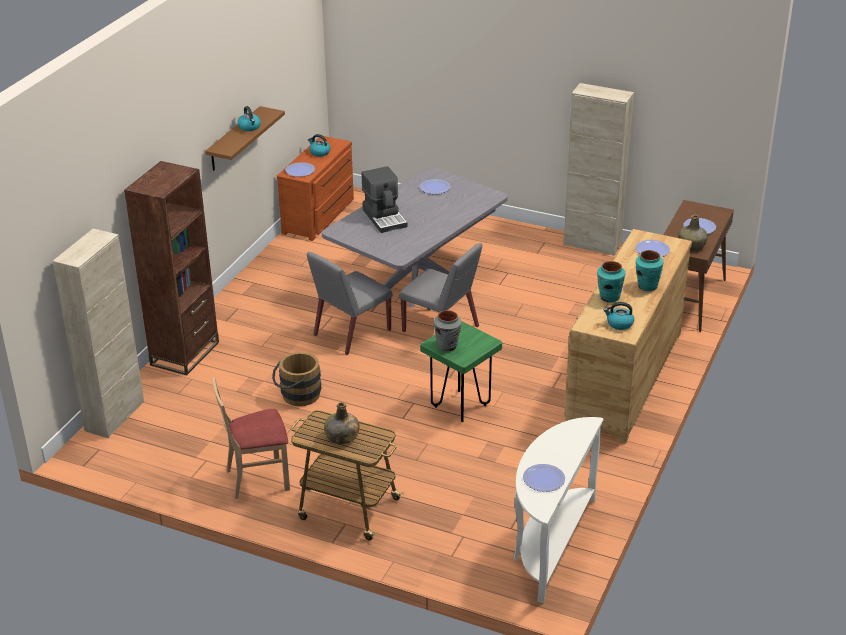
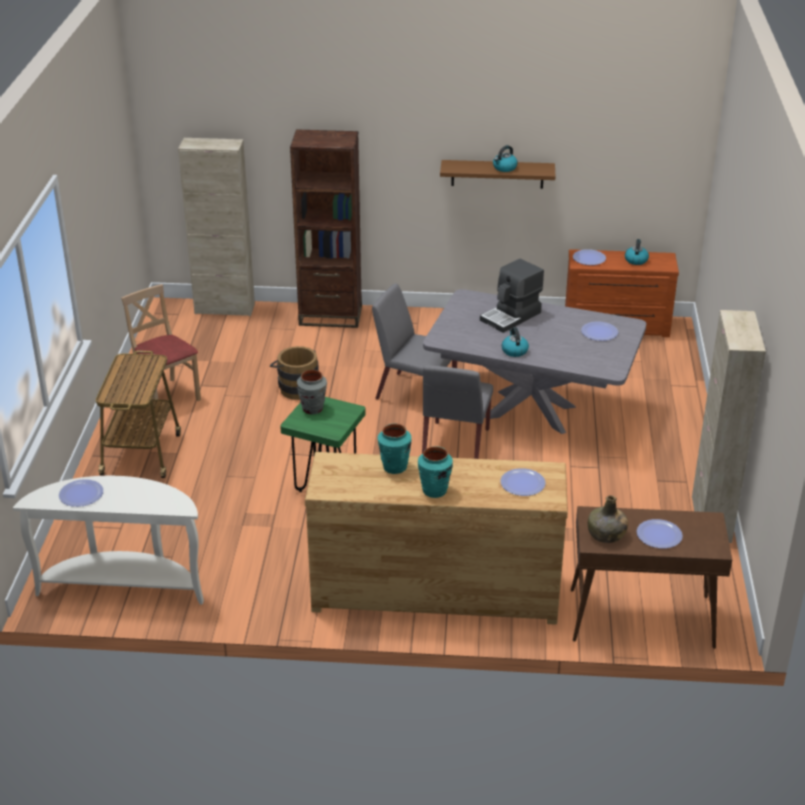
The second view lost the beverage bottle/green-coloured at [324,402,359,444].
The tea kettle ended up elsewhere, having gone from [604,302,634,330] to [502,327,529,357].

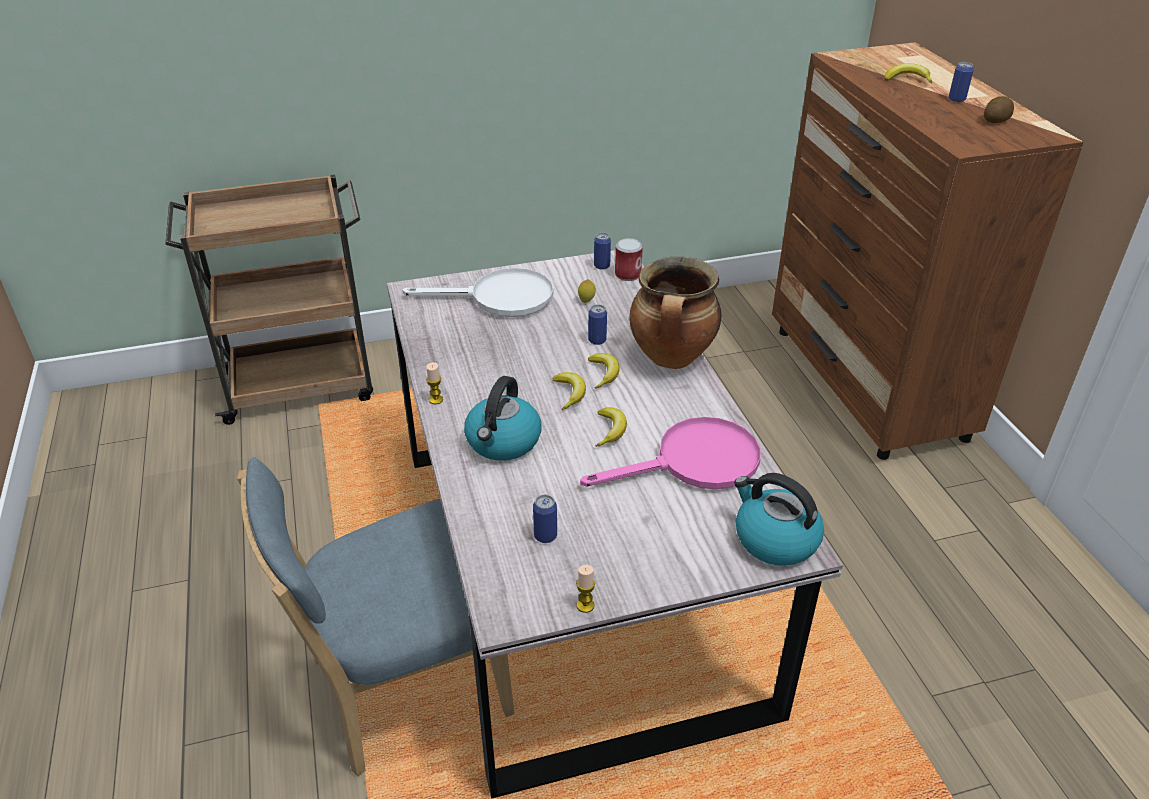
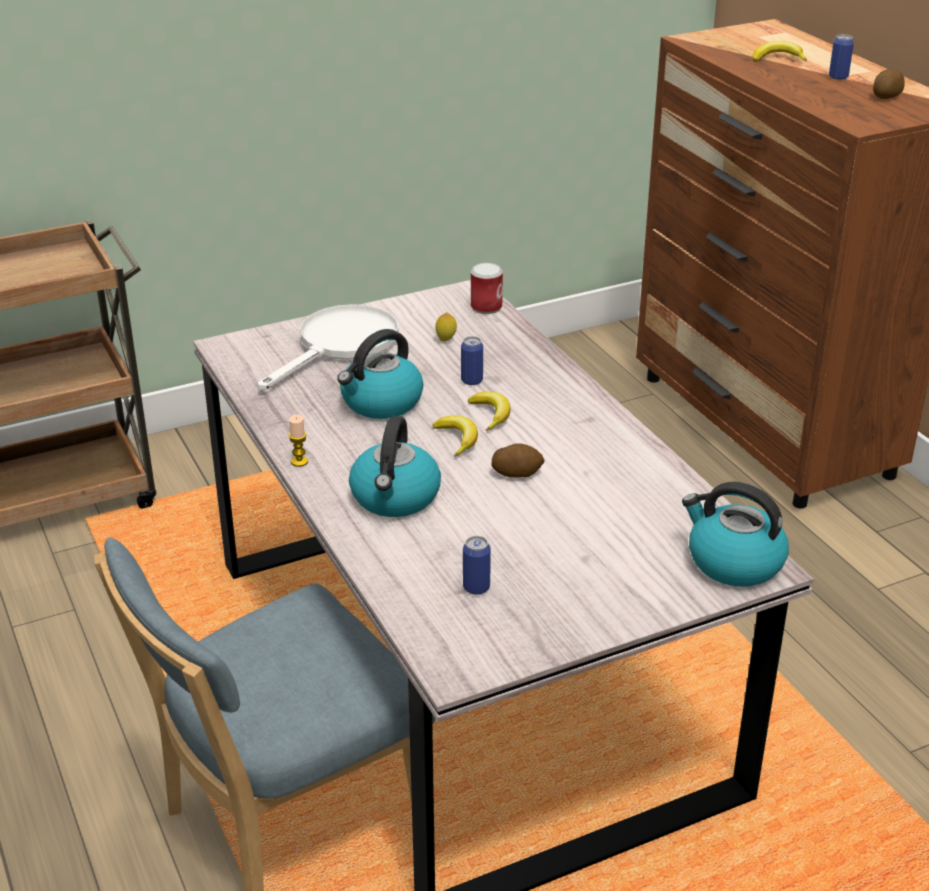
The frying pan/white-coloured at [402,268,554,317] ended up facing another way, 45 degrees counterclockwise from before.
The second view lost the wax candle at [576,565,595,613].
The second view lost the frying pan/pinkish at [580,417,761,489].
The second view lost the can at [594,233,611,270].
Where the banana stood at [596,407,627,447], the whole potato came to stand at [491,443,545,478].
The second view lost the cooking pot at [629,256,721,369].
The second view gained the tea kettle at [337,329,424,419].

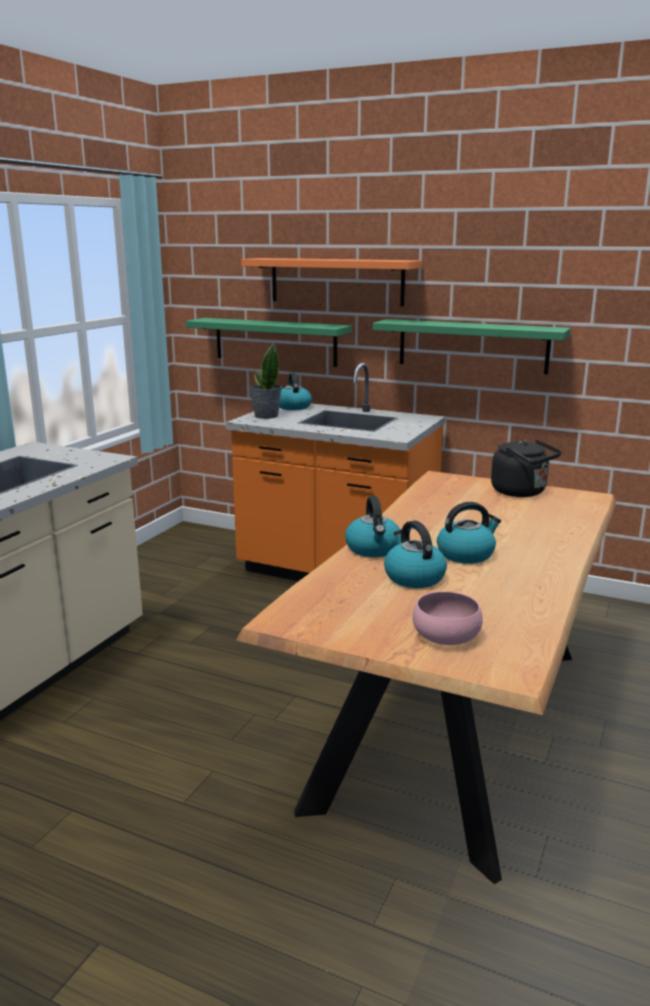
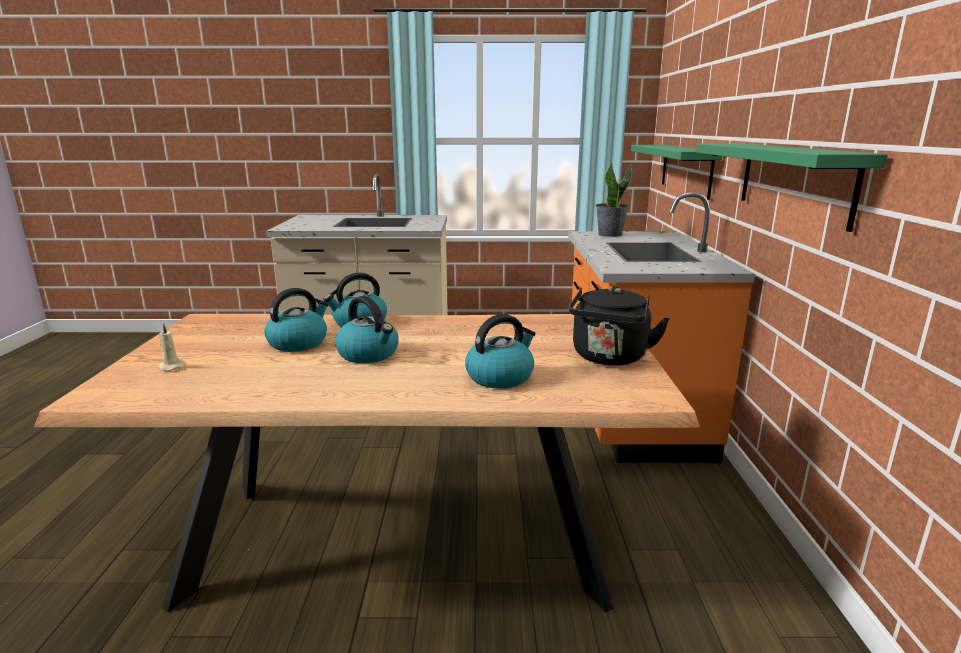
The second view lost the bracket shelf/orangey at [241,258,422,306].
The tea kettle ended up elsewhere, having gone from [279,373,312,410] to [465,314,536,389].
Where the deep dish/pinkish stood at [412,591,483,645], the wax candle/sand-coloured came to stand at [158,323,186,371].

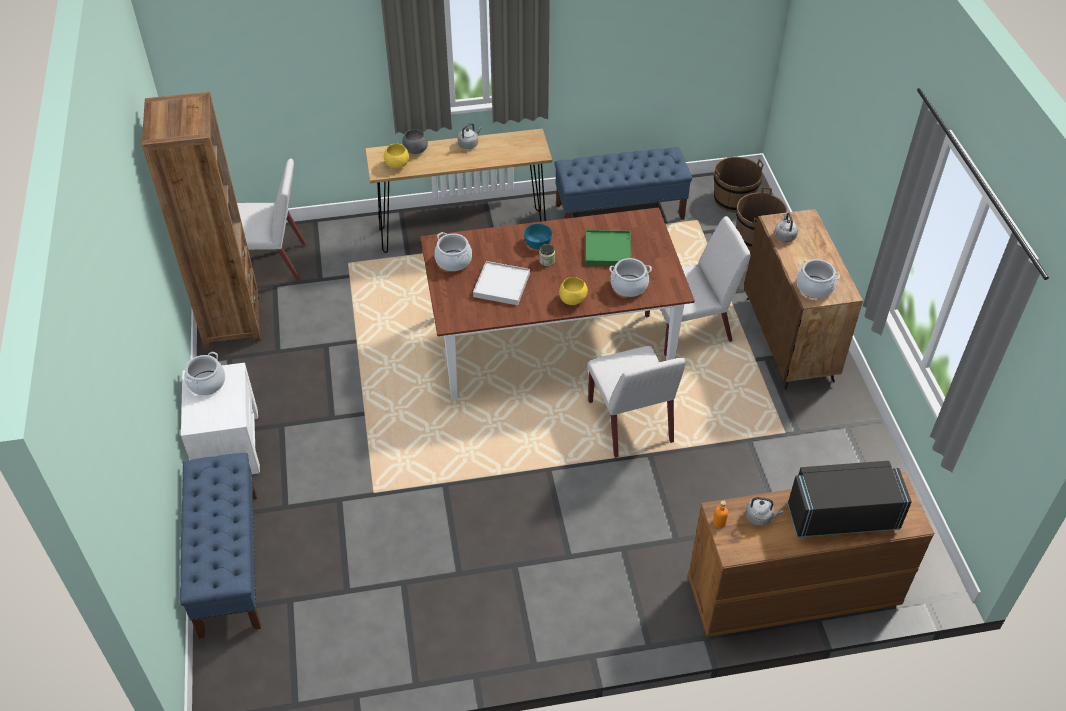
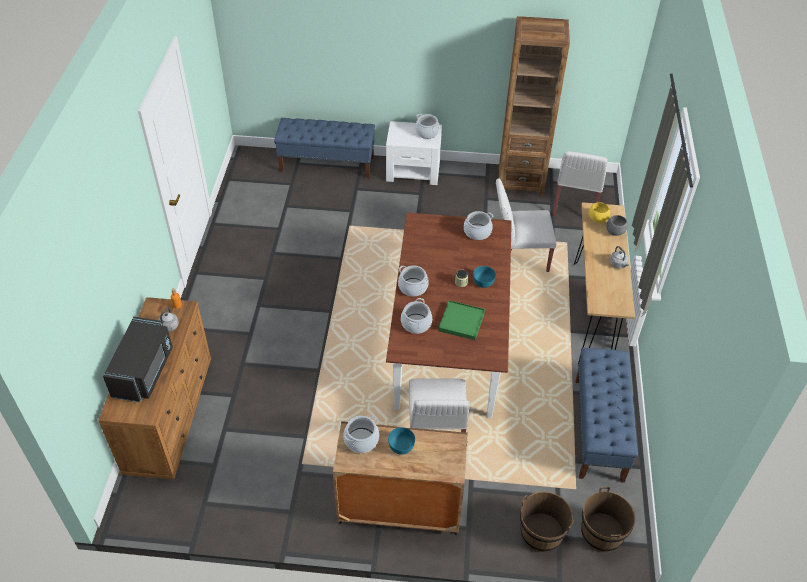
The second view lost the tray/white-coloured at [473,261,530,305].
Where the deep dish/yellowish stood at [559,277,588,305], the cooking pot came to stand at [398,265,429,297].
The plain chair/white-coloured ended up elsewhere, having gone from [587,346,686,458] to [496,178,556,272].
The second view lost the tea kettle/gray at [774,212,798,242].
The second view gained the deep dish/turquoise-coloured at [388,427,415,455].

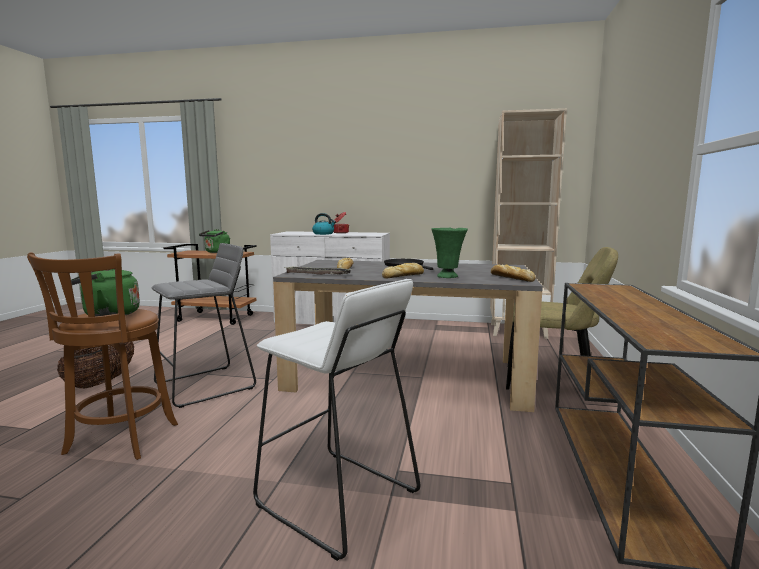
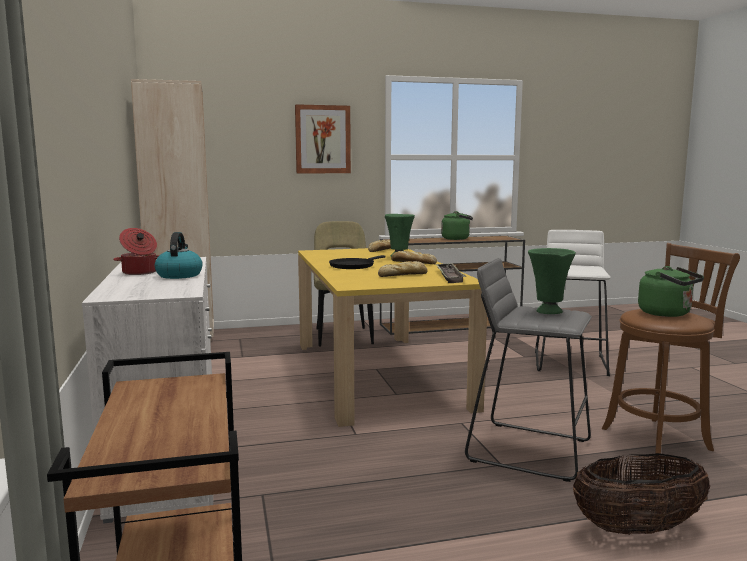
The tea kettle/green-coloured ended up elsewhere, having gone from [199,229,230,253] to [441,211,473,240].
What was the dinner table/gray at [273,260,543,412] turned into the dinner table/yellowish at [298,248,487,427].
The second view gained the picture at [295,104,351,173].
The second view gained the decorative vase/green-coloured at [528,248,576,314].

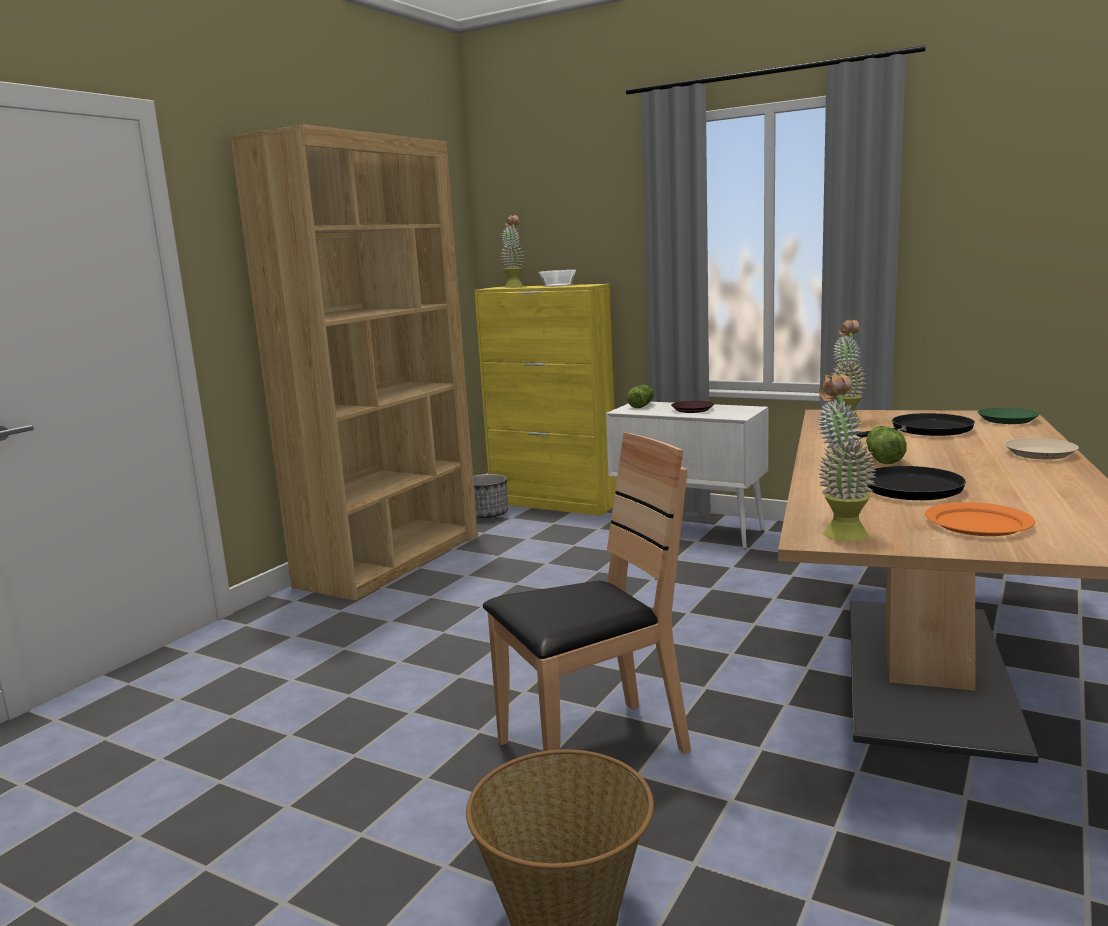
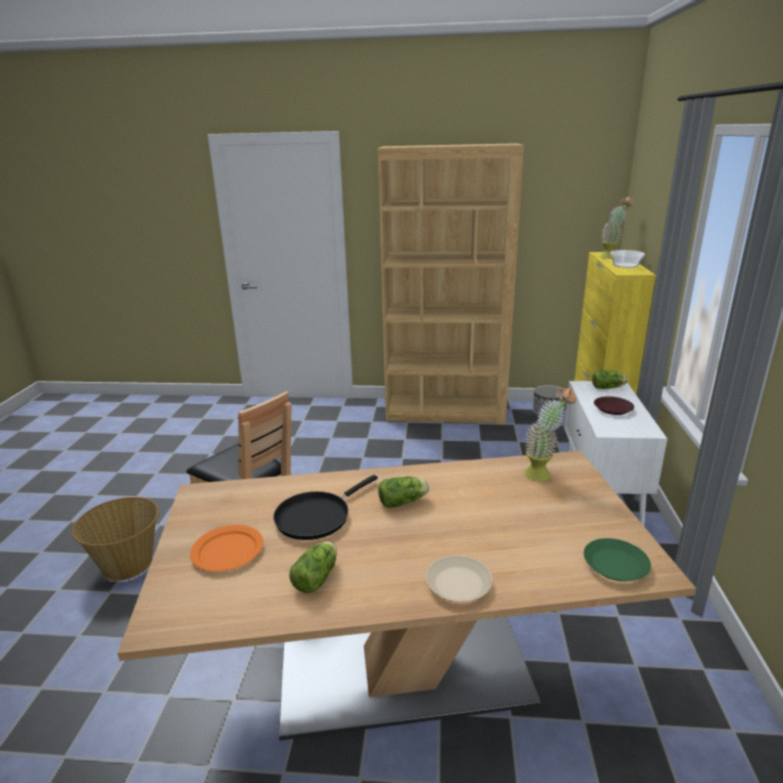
The second view lost the houseplant at [818,374,877,541].
The second view lost the frying pan/black-coloured at [856,413,975,438].
The second view gained the lettuce head at [289,541,337,593].

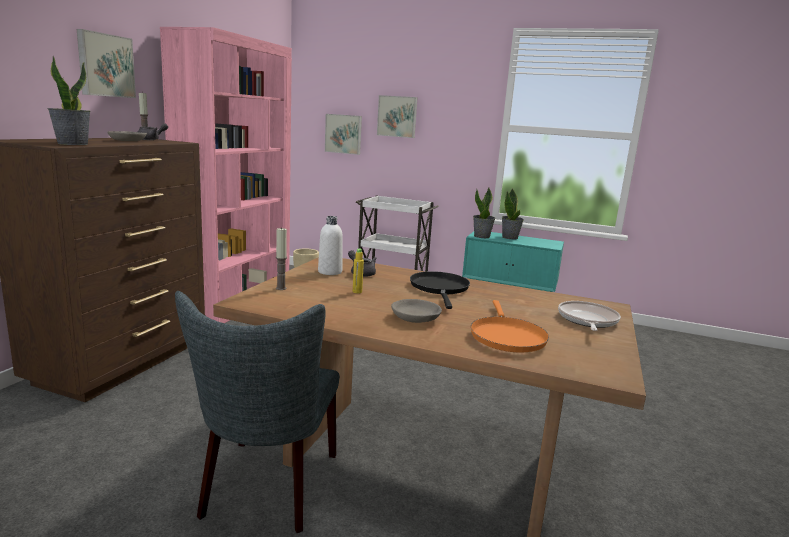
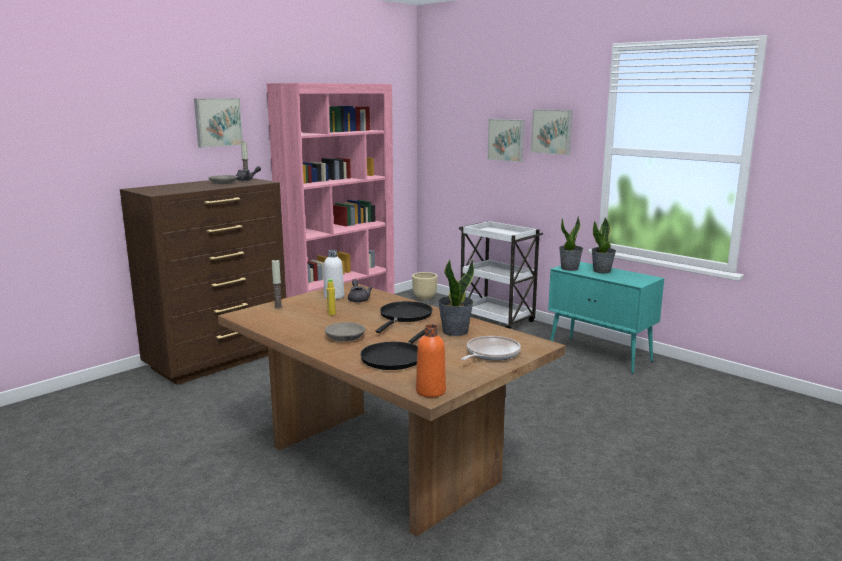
The houseplant ended up elsewhere, having gone from [47,56,91,145] to [438,259,474,336].
The second view lost the plain chair/gray at [175,291,339,533].
The picture ended up elsewhere, having gone from [325,114,362,155] to [531,109,573,155].
What was the frying pan/orangey at [471,300,549,353] turned into the frying pan/black-coloured at [360,329,425,370].
The second view gained the beverage bottle/orangey at [416,324,446,398].

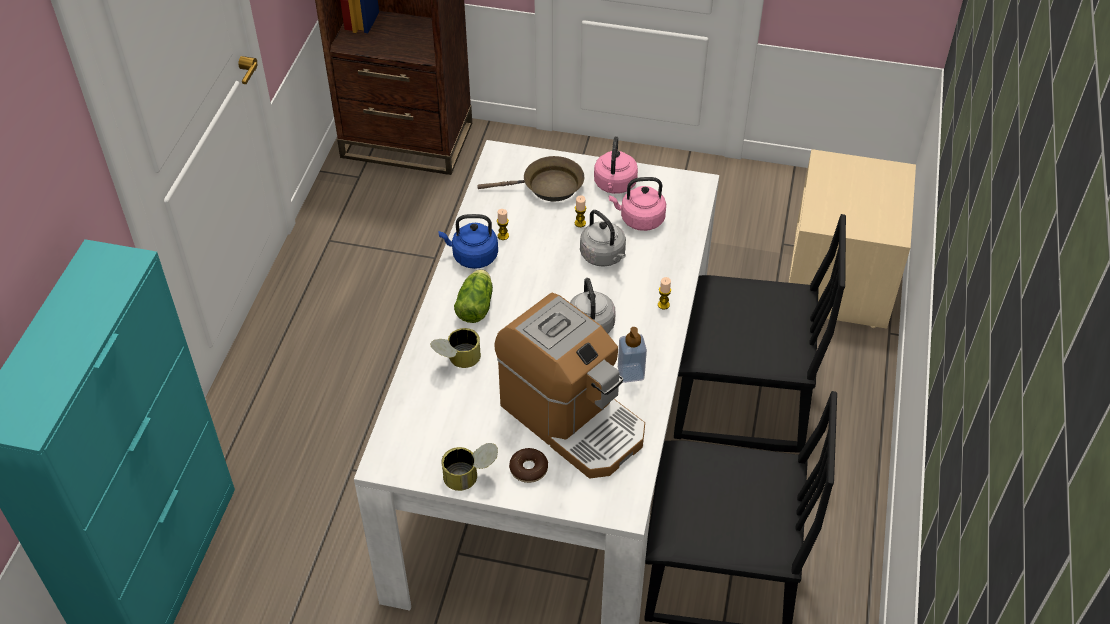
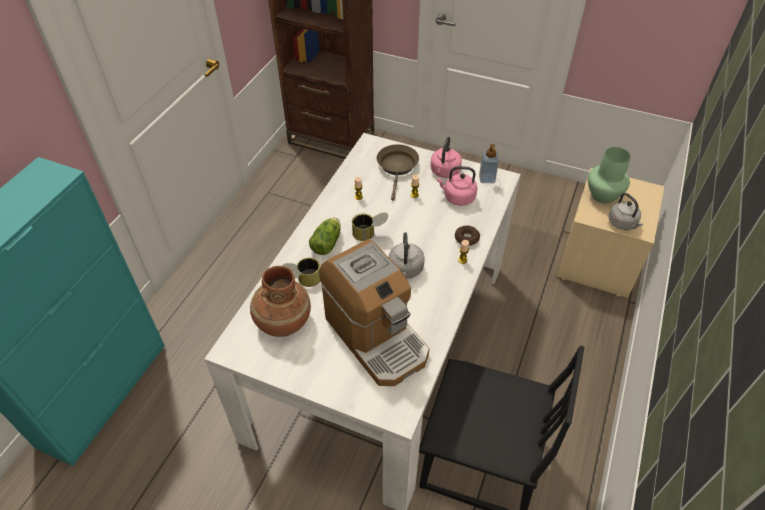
The second view lost the tea kettle/blue-coloured at [438,214,498,269].
The can ended up elsewhere, having gone from [441,443,498,491] to [352,213,388,241].
The frying pan/brownish at [477,156,584,201] ended up facing another way, 90 degrees counterclockwise from before.
The donut ended up elsewhere, having gone from [509,448,548,483] to [455,226,480,246].
The tea kettle/gray ended up elsewhere, having gone from [580,210,626,267] to [608,193,643,230].
The soap dispenser ended up elsewhere, having gone from [618,327,647,383] to [479,144,499,183].
The second view lost the plain chair/black-coloured at [674,214,846,453].
The second view gained the decorative vase/brownish at [250,266,311,337].
The second view gained the decorative vase/green-coloured at [588,147,630,204].

